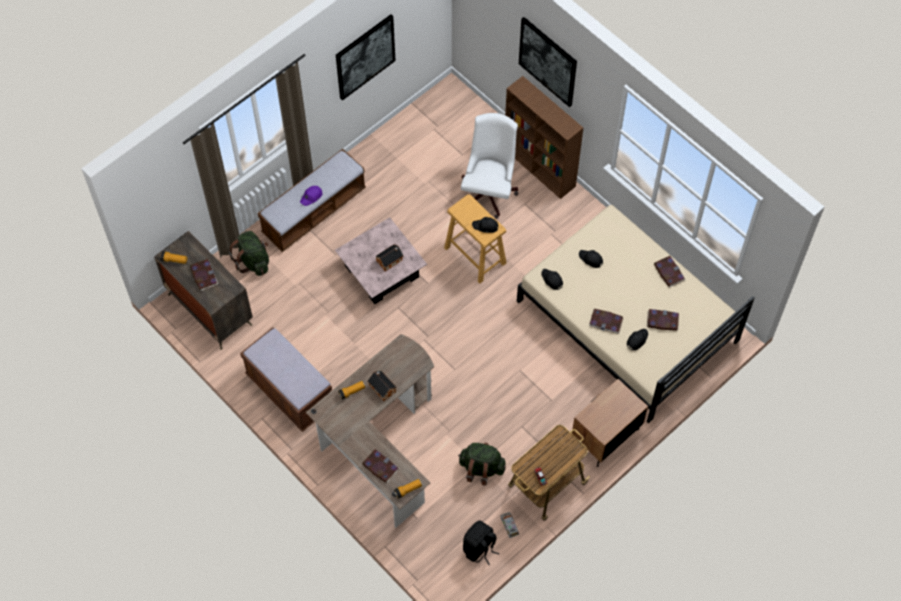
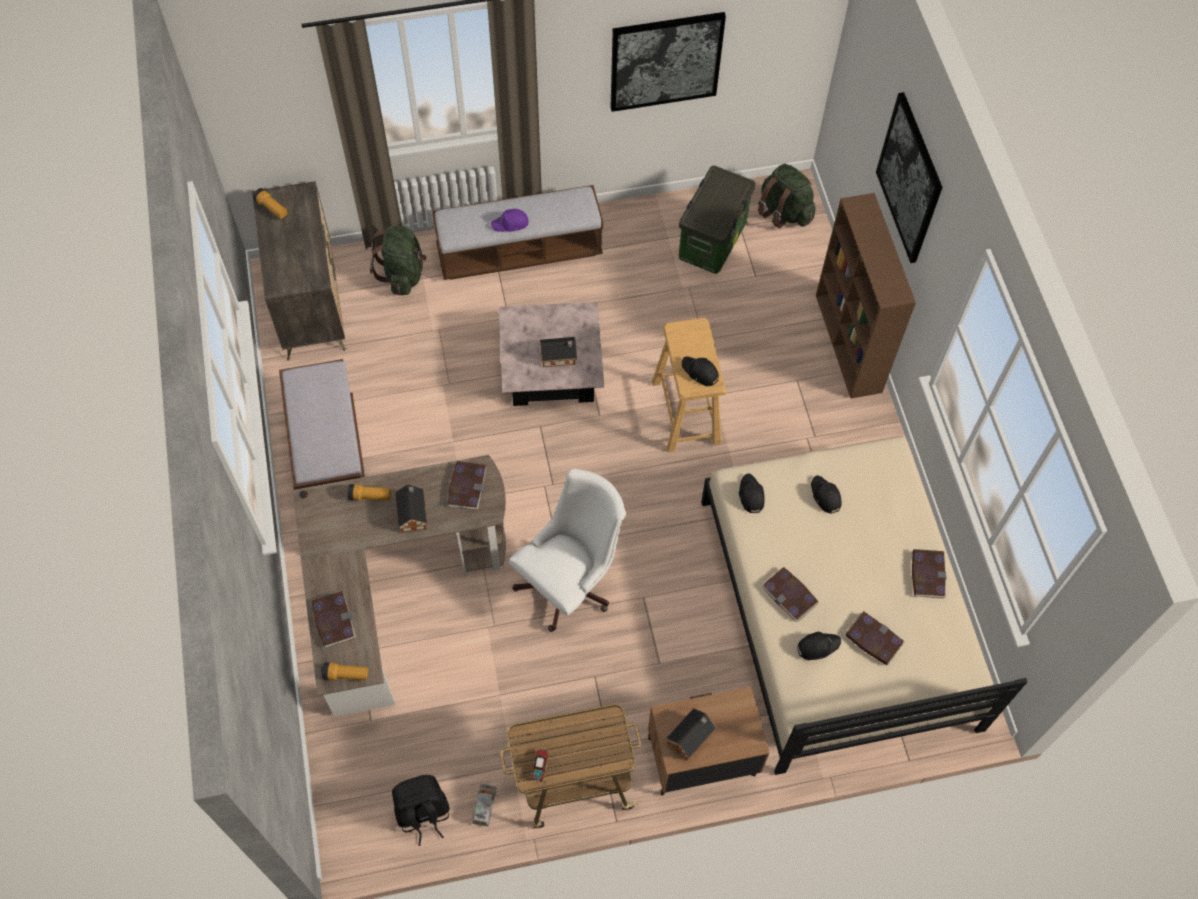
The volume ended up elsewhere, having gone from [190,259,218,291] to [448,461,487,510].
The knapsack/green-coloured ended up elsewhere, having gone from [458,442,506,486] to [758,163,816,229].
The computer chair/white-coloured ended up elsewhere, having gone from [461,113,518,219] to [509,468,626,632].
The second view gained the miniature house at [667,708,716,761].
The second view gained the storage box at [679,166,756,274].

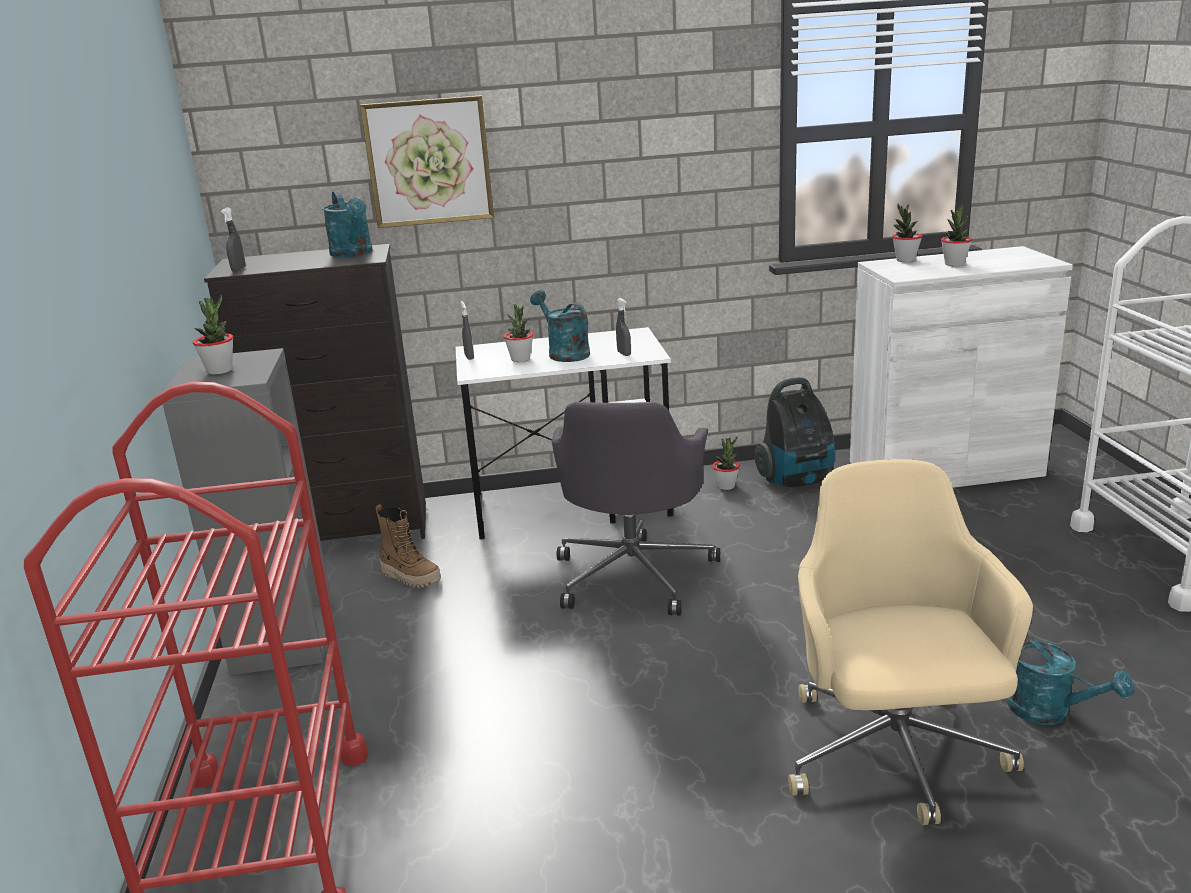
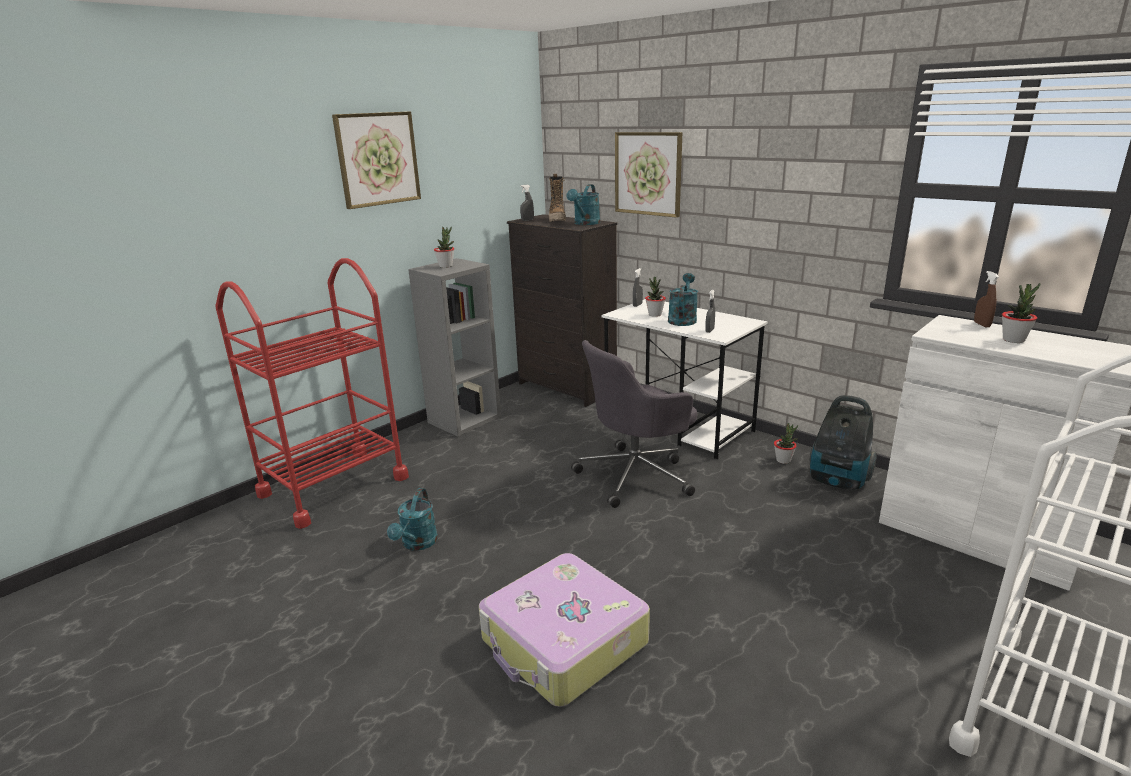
The boot ended up elsewhere, having gone from [376,504,441,588] to [549,174,566,222].
Where the computer chair/sand-coloured stood at [788,459,1033,825], the travel case came to stand at [479,553,650,707].
Where the houseplant stood at [892,204,922,262], the sprayer/brownish came to stand at [974,271,999,327].
The sprinkling can/turquoise-coloured ended up elsewhere, having gone from [1007,634,1134,725] to [387,488,438,551].
The second view gained the picture at [332,111,421,209].

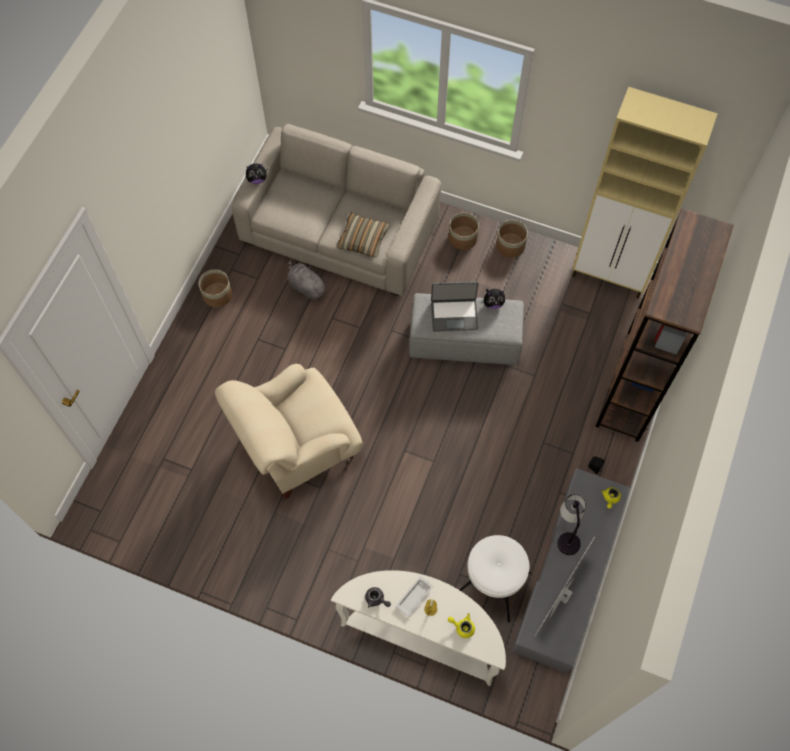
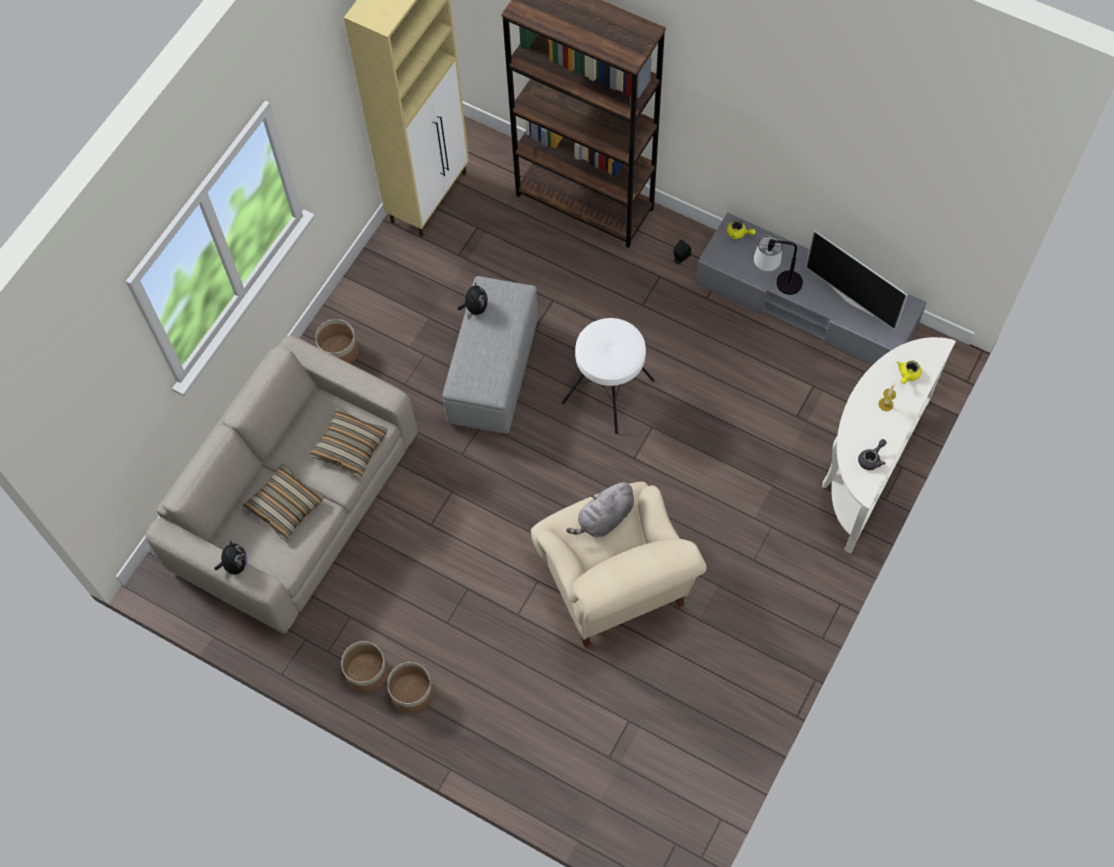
The soft toy/gray ended up elsewhere, having gone from [287,260,328,299] to [566,479,634,537].
The second view lost the tray/white-coloured at [396,576,433,617].
The second view lost the laptop at [431,281,479,332].
The stool seat/white-coloured ended up elsewhere, having gone from [459,535,531,622] to [562,318,655,434].
The plant pot ended up elsewhere, having gone from [496,220,528,257] to [387,662,434,714].
The second view gained the cushion at [242,464,324,540].

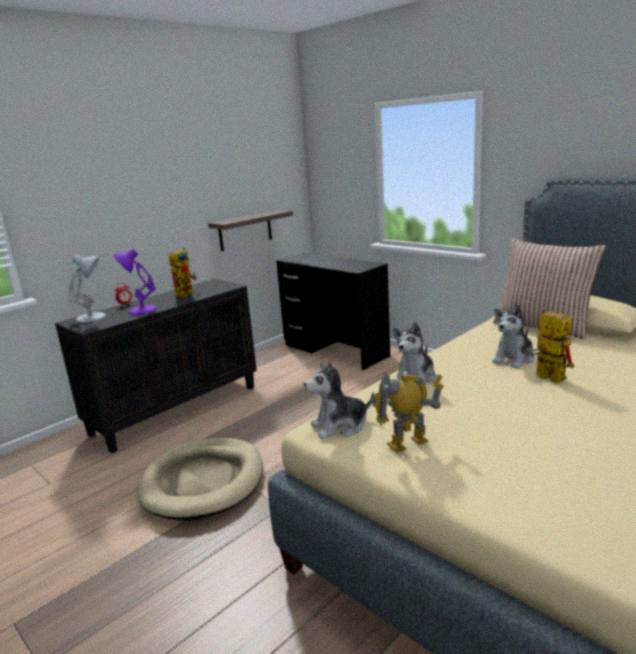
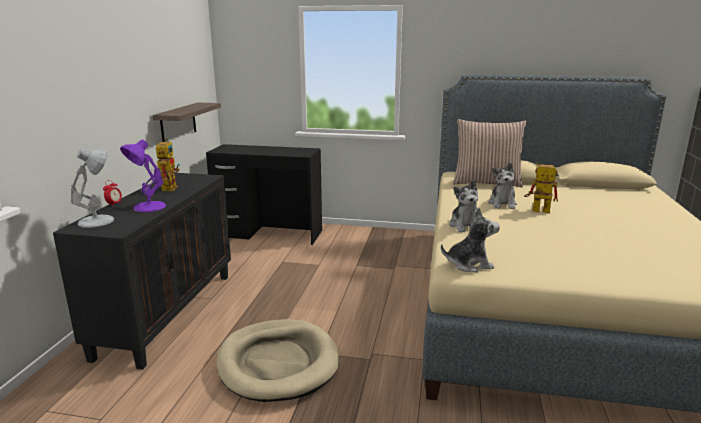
The soft toy at [304,361,374,439] ended up facing another way, 135 degrees counterclockwise from before.
The second view lost the model robot at [370,372,444,453].

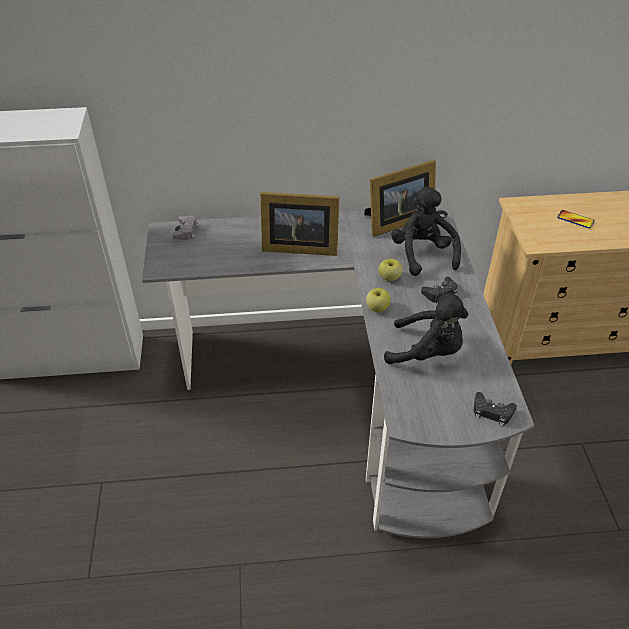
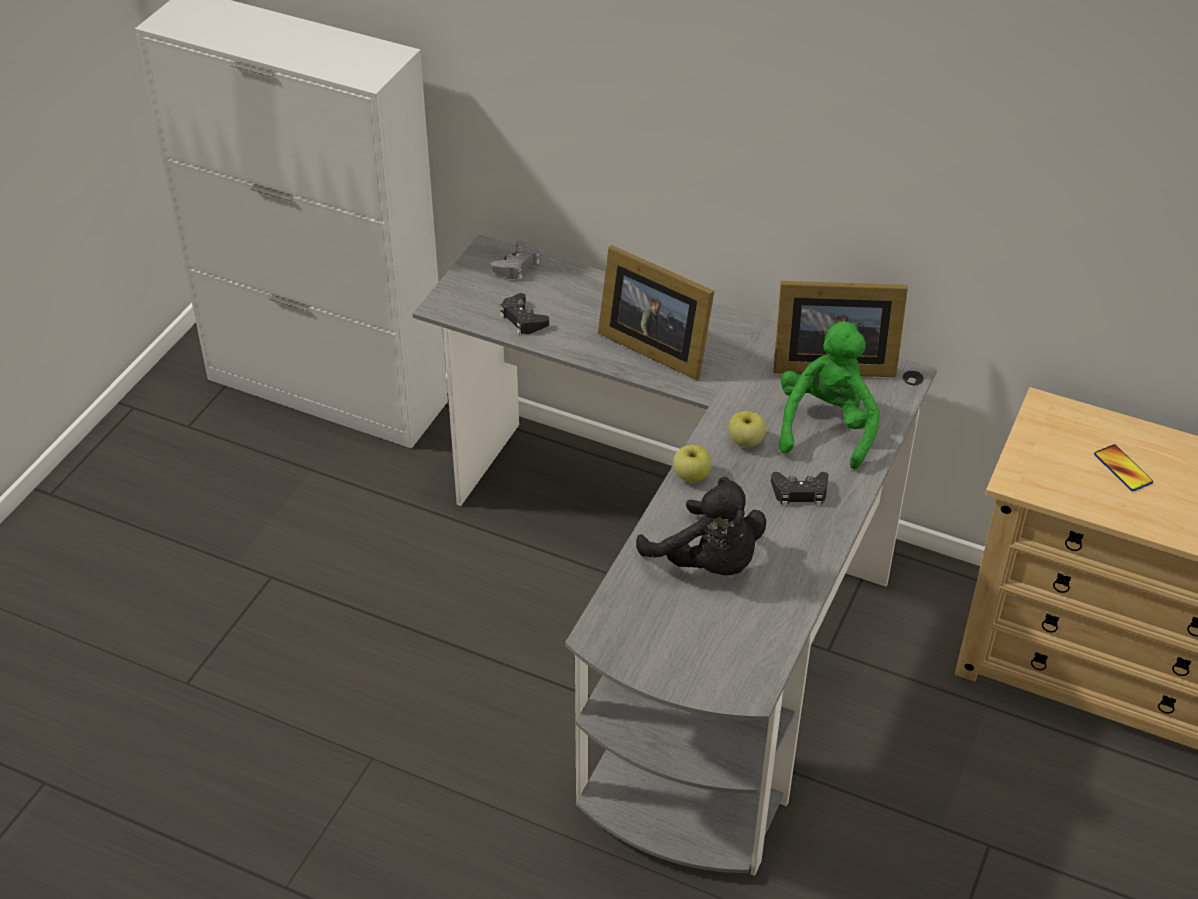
What was the soft toy/black-coloured at [391,187,461,276] turned into the soft toy/green-coloured at [779,321,880,469].
The joypad/black-coloured ended up elsewhere, having gone from [473,392,517,427] to [500,293,549,335].

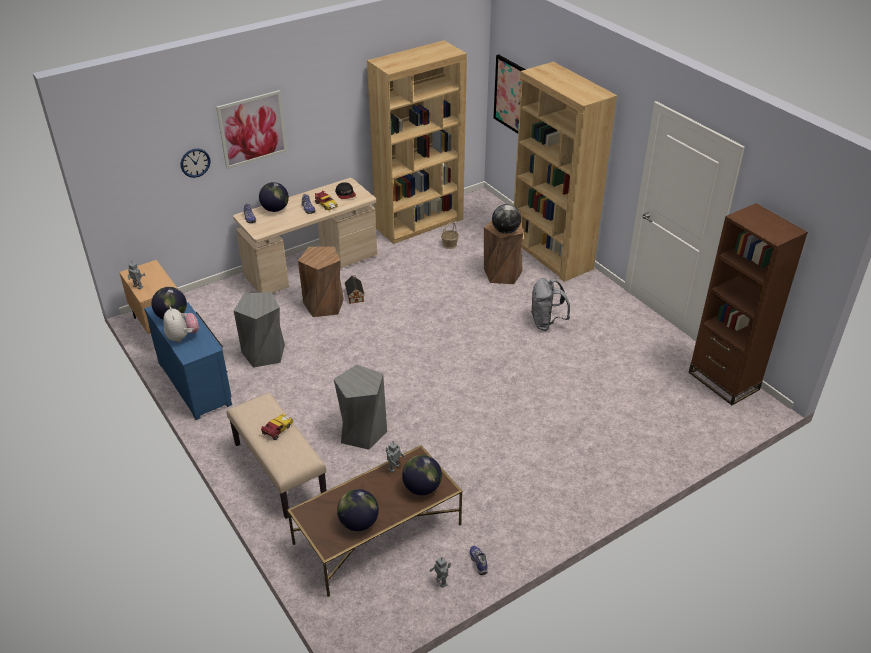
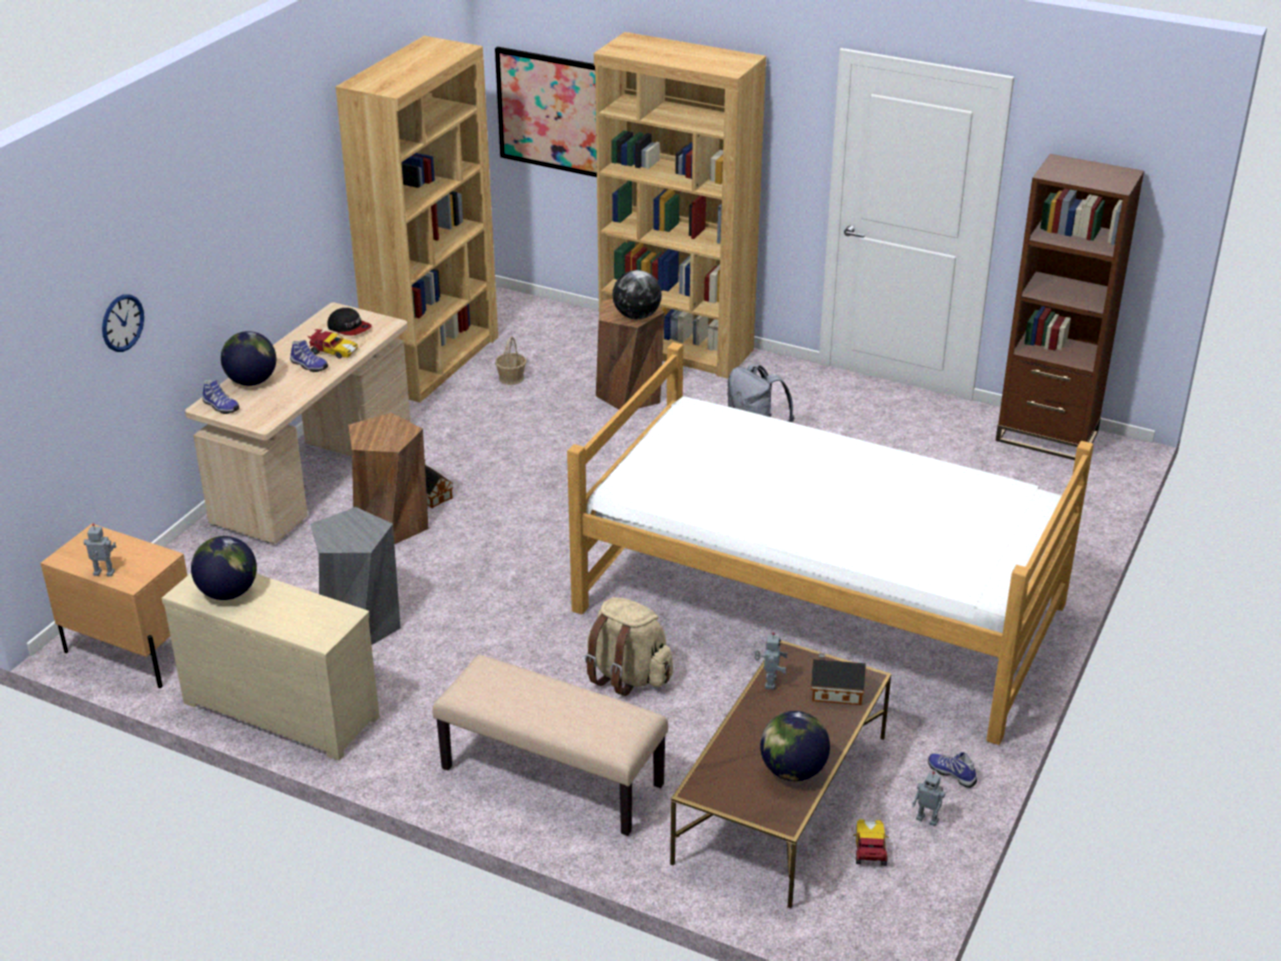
What was the chest of drawers/blue-coloured at [144,302,232,420] turned into the chest of drawers/sand-coloured at [162,573,380,761].
The second view lost the soft toy at [163,307,199,342].
The second view lost the picture at [216,90,287,169].
The model car ended up elsewhere, having gone from [261,414,293,440] to [853,819,889,866].
Where the stool seat/gray stood at [334,365,387,450], the knapsack/sand-coloured came to stand at [585,597,673,696].
Where the globe stood at [402,455,442,495], the miniature house came to stand at [811,653,866,705].
The second view gained the bedroom bed at [567,342,1094,745].

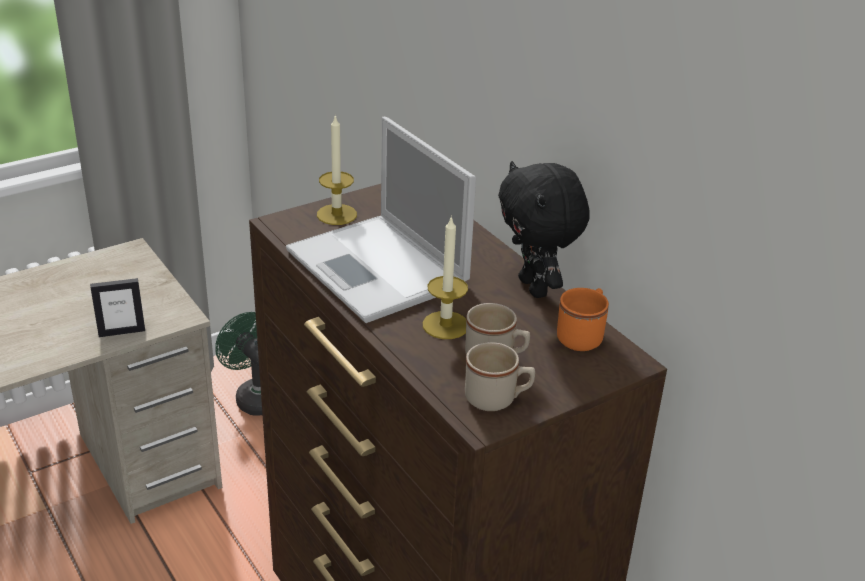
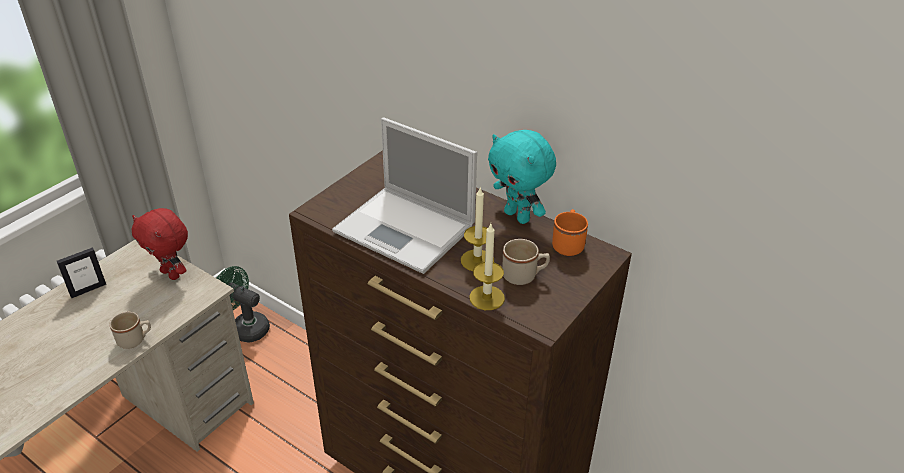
The standing frame ended up elsewhere, having gone from [90,278,145,337] to [57,248,106,298].
The wax candle ended up elsewhere, having gone from [317,114,357,225] to [469,224,505,310].
The mug/sand-coloured ended up elsewhere, having gone from [465,342,535,411] to [109,312,151,349].
What was the soft toy/black-coloured at [498,161,590,298] turned into the soft toy/turquoise-coloured at [488,130,556,224].
The second view gained the soft toy/red-coloured at [131,208,188,280].

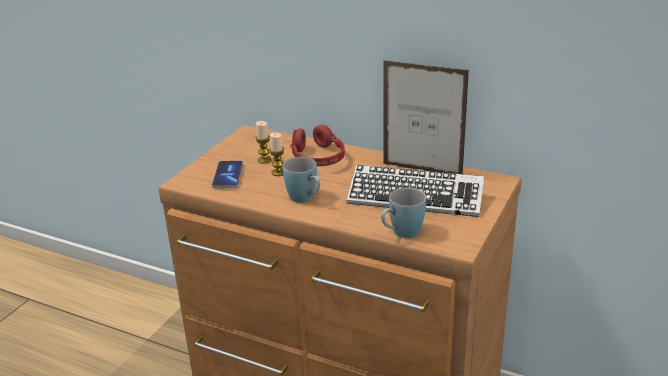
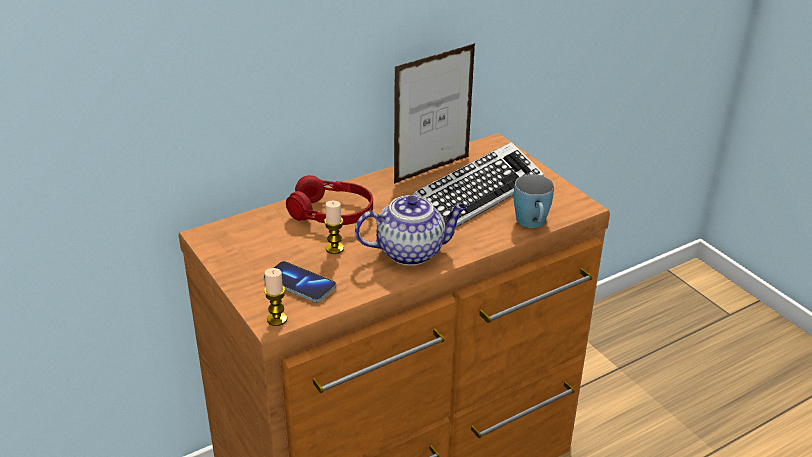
The wax candle ended up elsewhere, having gone from [256,121,272,163] to [264,268,287,326].
Where the mug/blue-coloured stood at [283,157,320,203], the teapot came to stand at [355,195,467,266].

